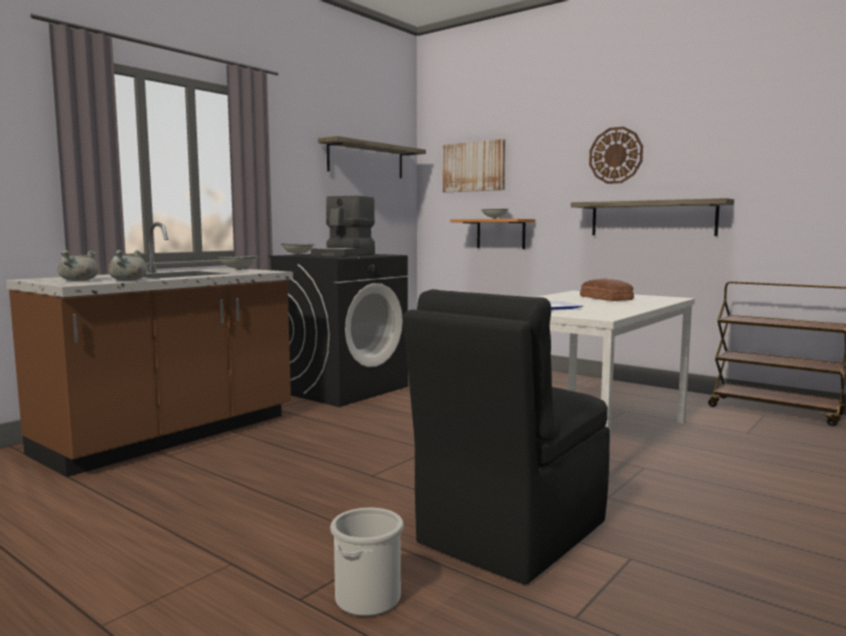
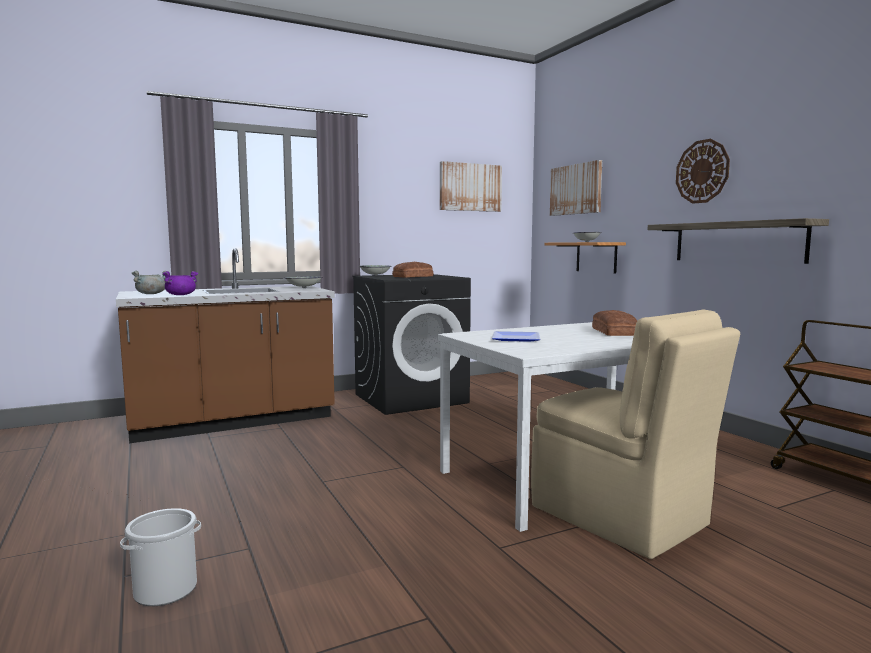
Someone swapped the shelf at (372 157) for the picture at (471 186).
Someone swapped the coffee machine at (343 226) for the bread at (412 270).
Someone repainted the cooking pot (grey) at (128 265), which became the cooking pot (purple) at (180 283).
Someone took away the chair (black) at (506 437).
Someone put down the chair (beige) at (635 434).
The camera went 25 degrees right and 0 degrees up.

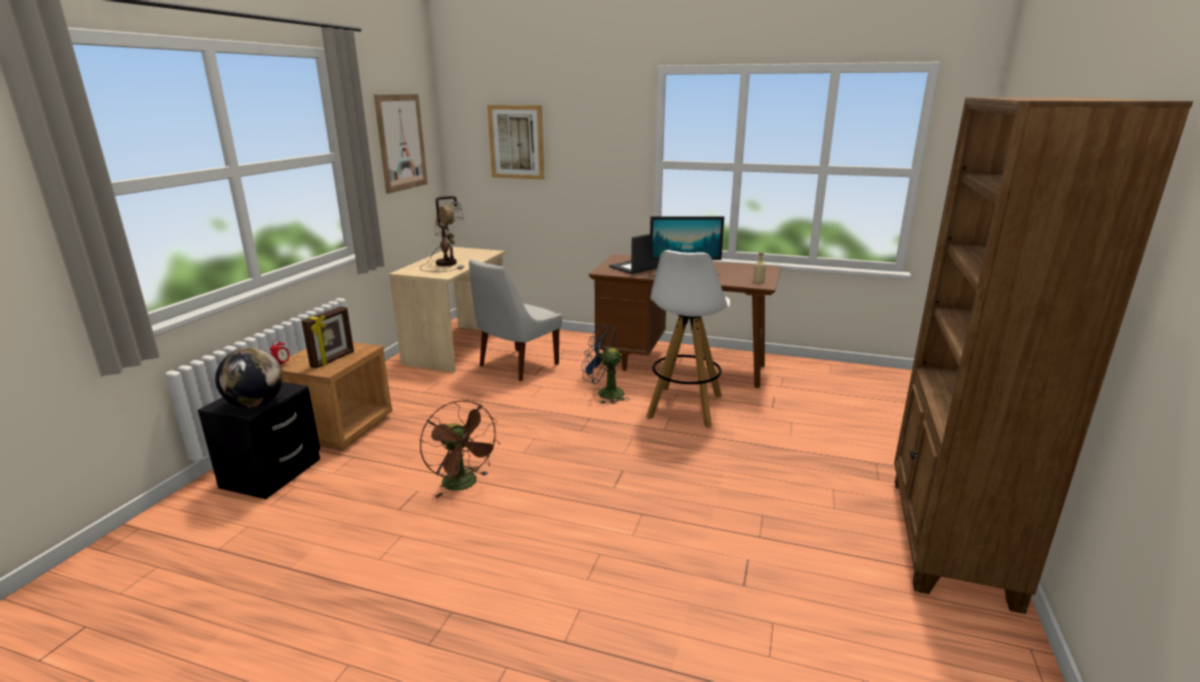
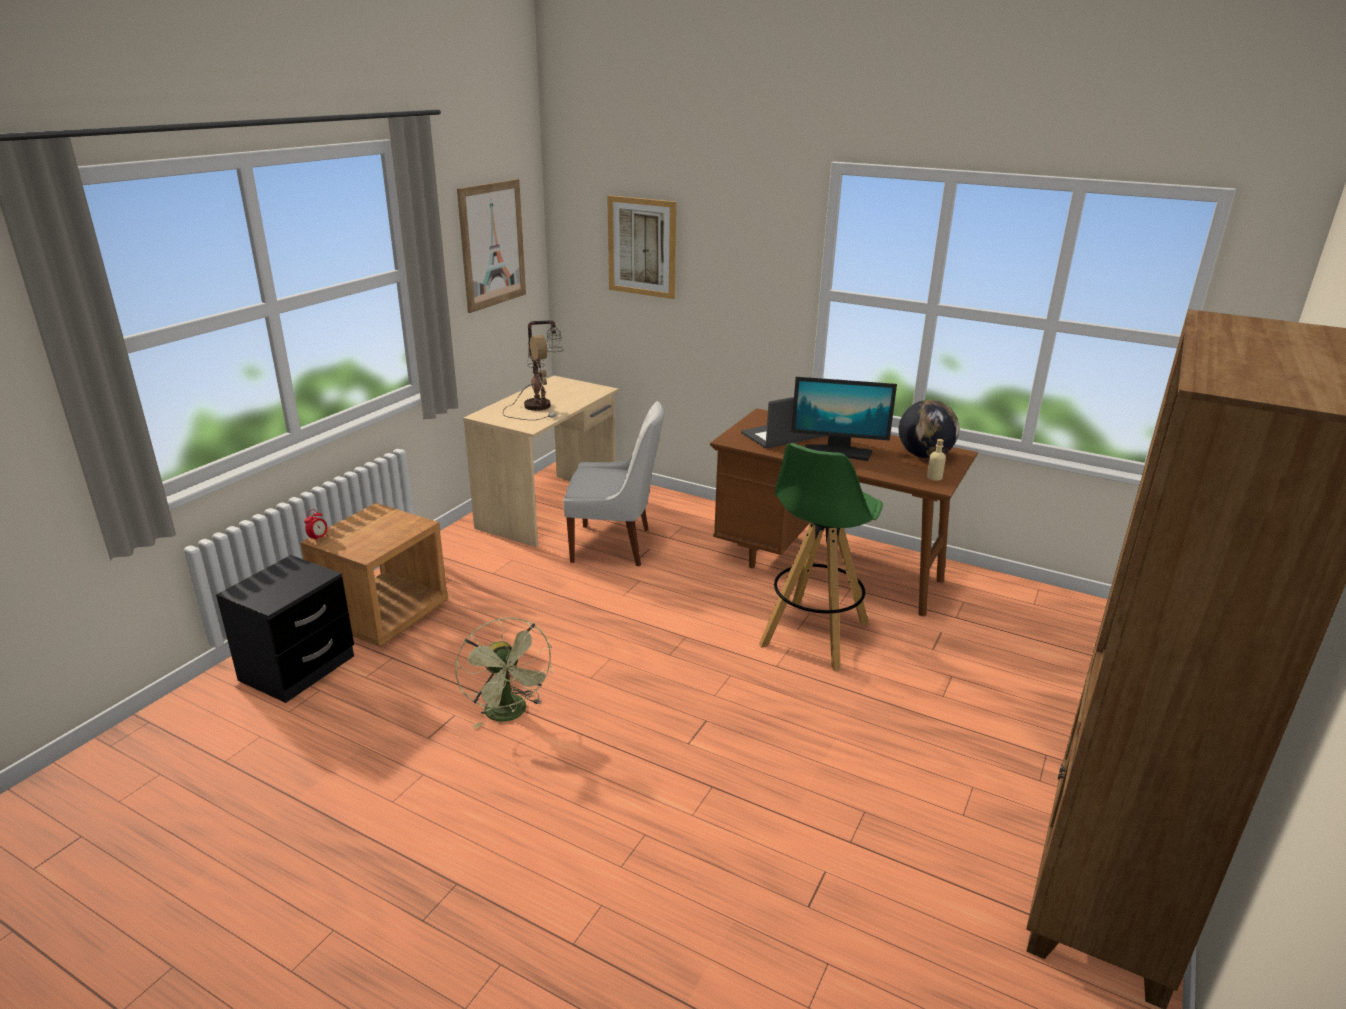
Someone repainted the stool (white) at (688 339), which became the stool (green) at (821 557).
Someone rotated the chair (white) at (515 320) by 135 degrees counterclockwise.
Someone took away the picture frame at (328 337).
Someone took away the fan (blue) at (605 364).
Someone carried the globe from (249 378) to (929 429).
Someone repainted the fan (brown) at (460 449), which became the fan (green) at (504 673).
The camera went 10 degrees right and 5 degrees up.

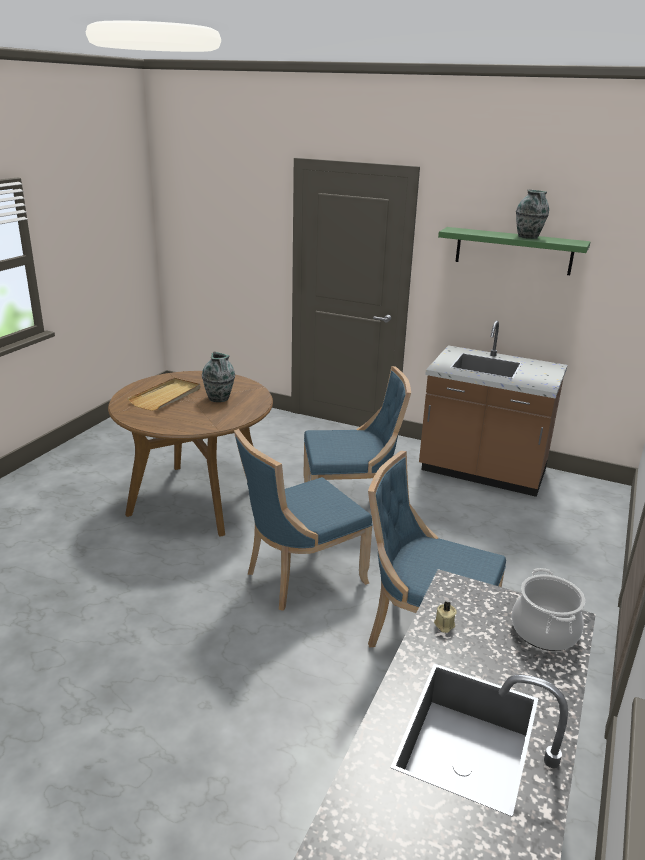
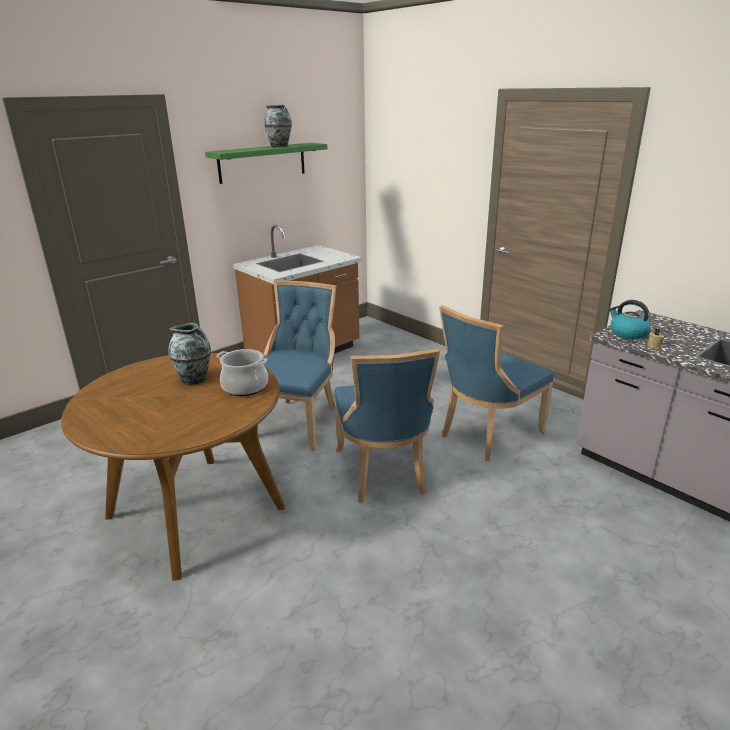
Someone took away the tray (beige) at (163 394).
Someone carried the cooking pot from (548 609) to (242 372).
Someone put down the kettle at (630 319).
The camera went 65 degrees left and 0 degrees up.

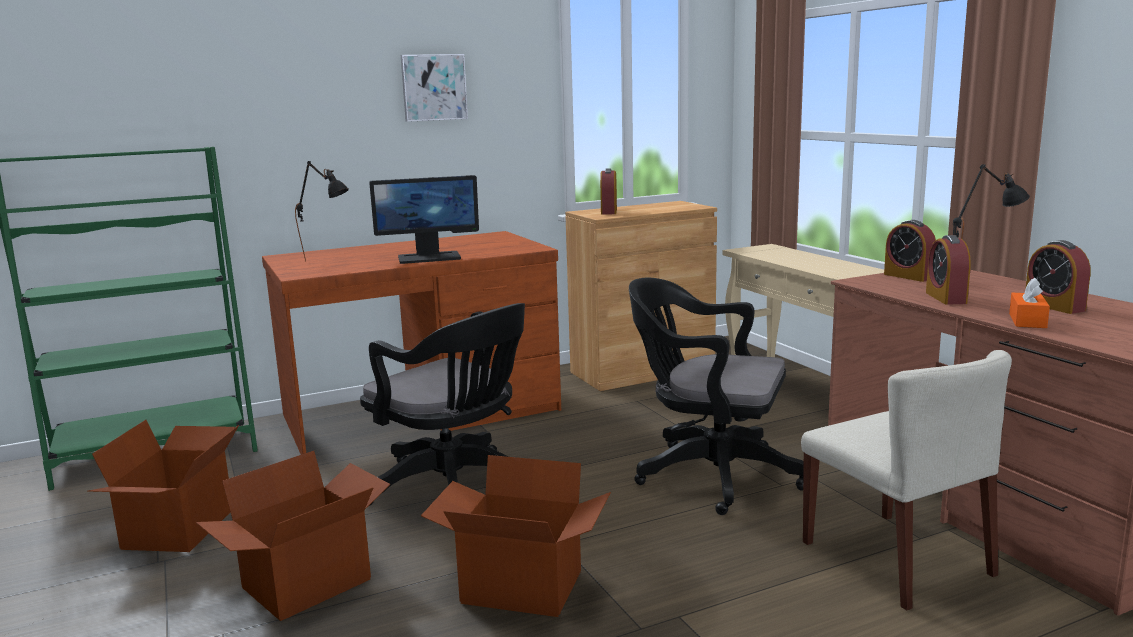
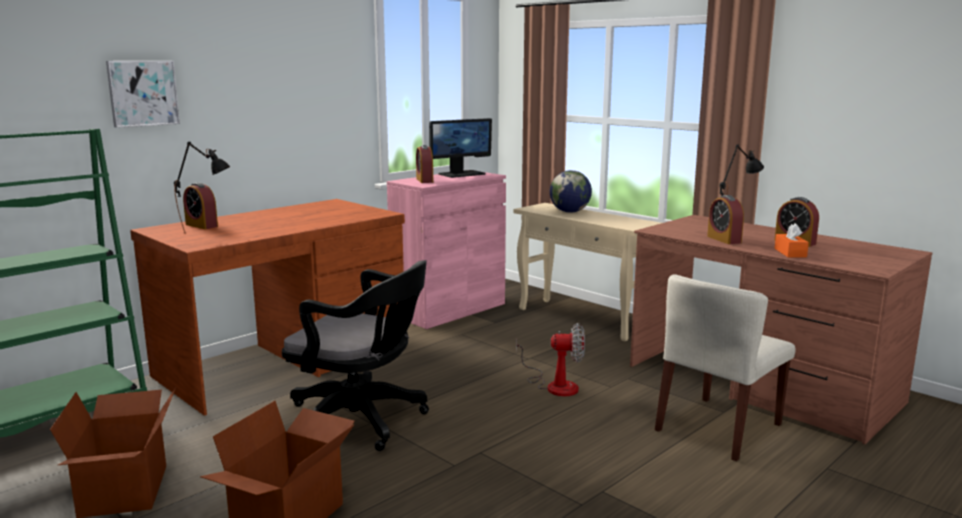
Someone carried the picture from (434 88) to (143 94).
Someone carried the monitor from (424 219) to (460 148).
Someone repainted the cabinet (brown) at (641 296), which became the cabinet (pink) at (446 250).
Someone carried the alarm clock from (910 251) to (200 205).
Someone swapped the office chair (black) at (716 396) for the fan at (550 359).
Someone rotated the chair (beige) at (906 480) by 90 degrees clockwise.
Someone took away the cardboard box at (516 536).
Someone put down the globe at (571 191).
The camera went 20 degrees left and 0 degrees up.

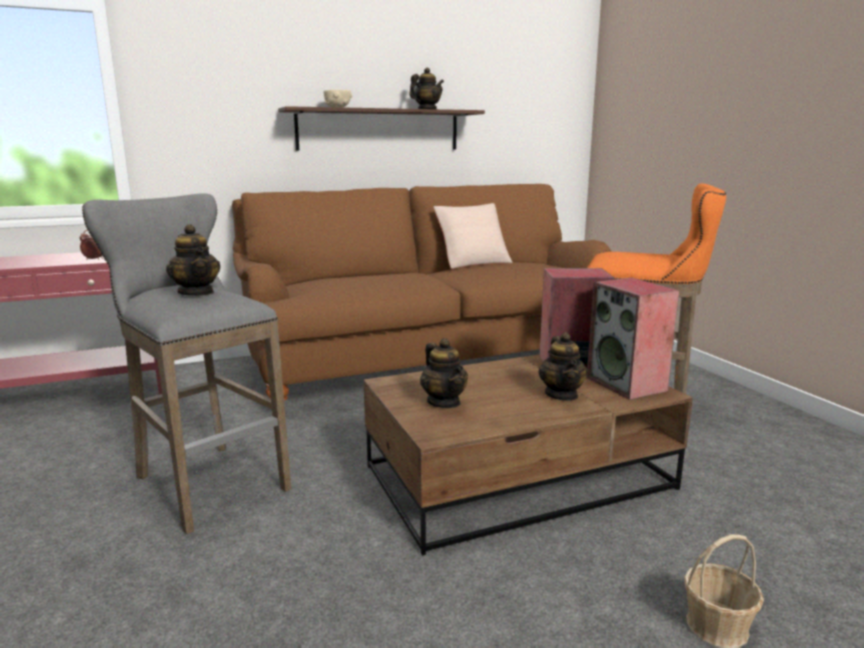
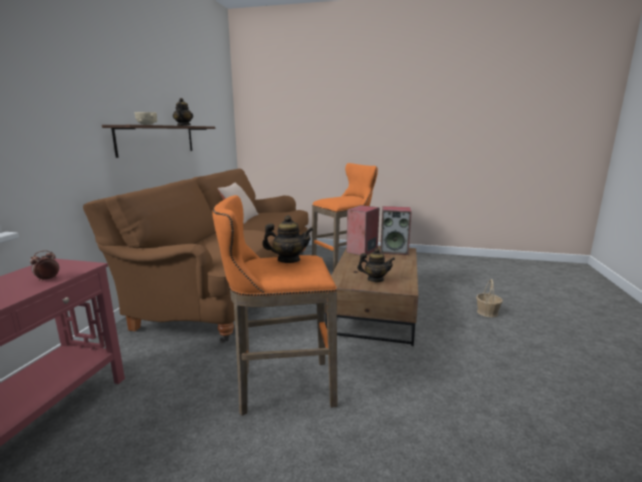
Someone repainted the stool (grey) at (186 363), which became the stool (orange) at (274 305).
Someone took away the teapot at (563 366).
The camera went 55 degrees left and 0 degrees up.

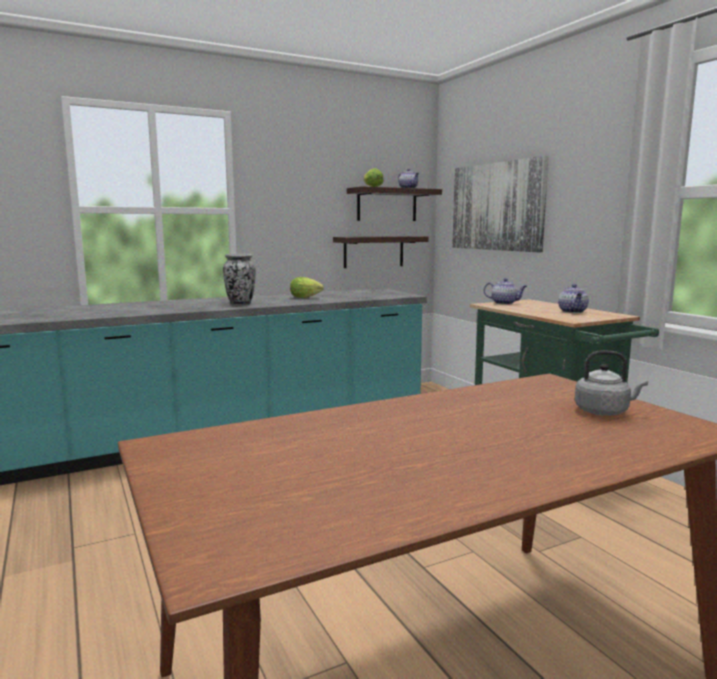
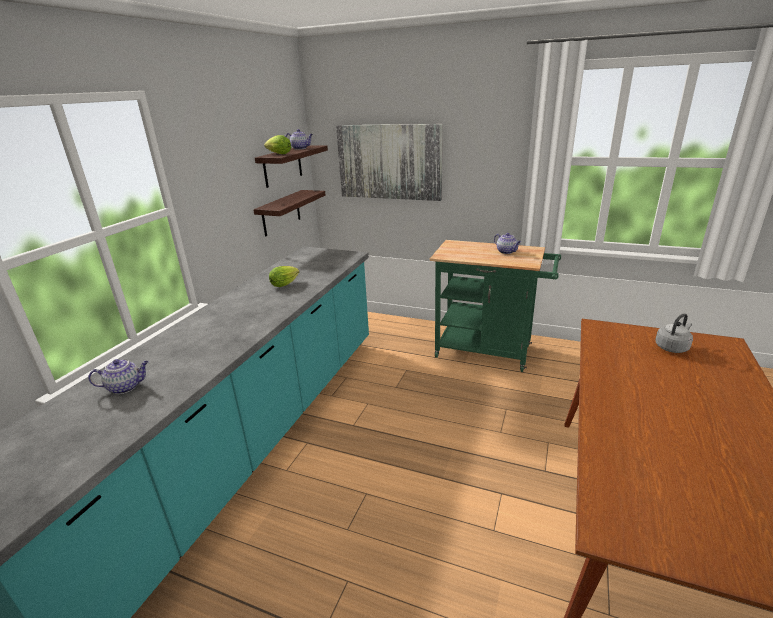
Someone took away the vase at (239 279).
Someone carried the teapot from (505 291) to (118 376).
The camera went 40 degrees left and 15 degrees up.

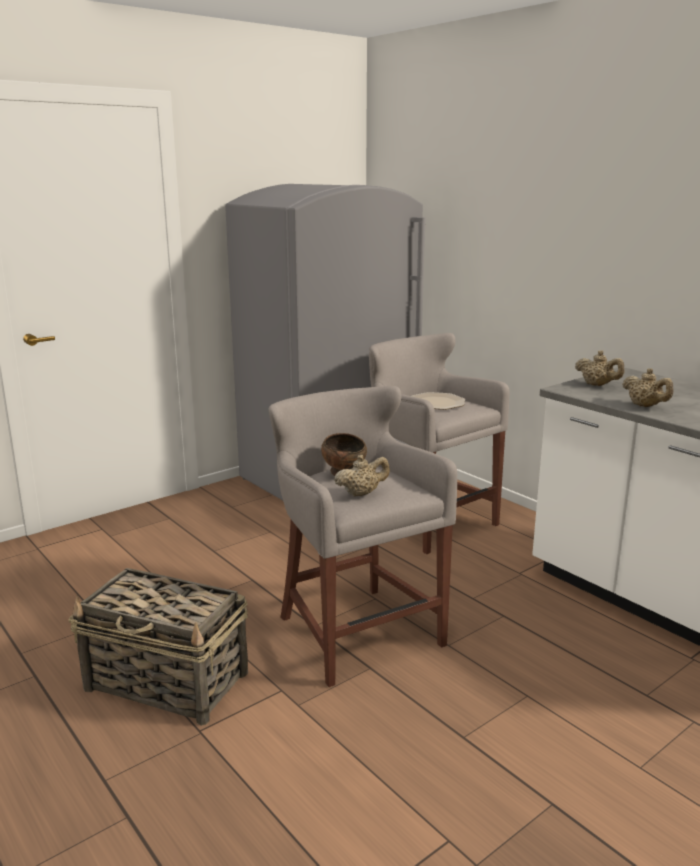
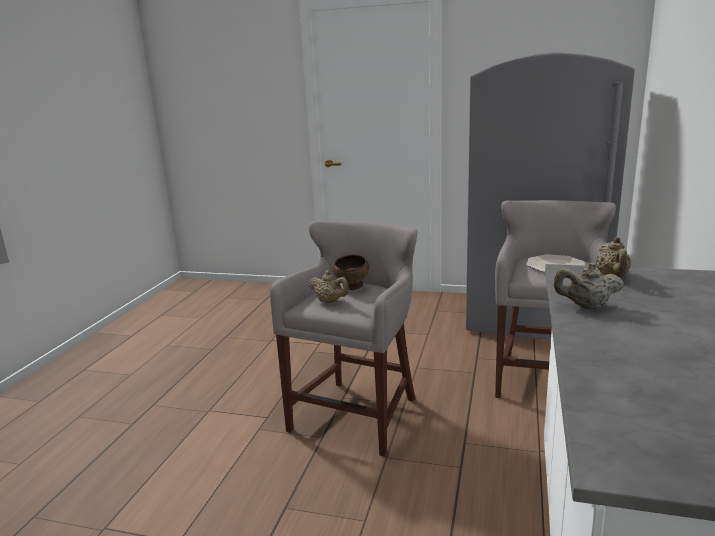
Someone rotated the teapot (beige) at (647 387) by 75 degrees clockwise.
Someone took away the basket at (158 647).
The camera went 55 degrees right and 0 degrees up.

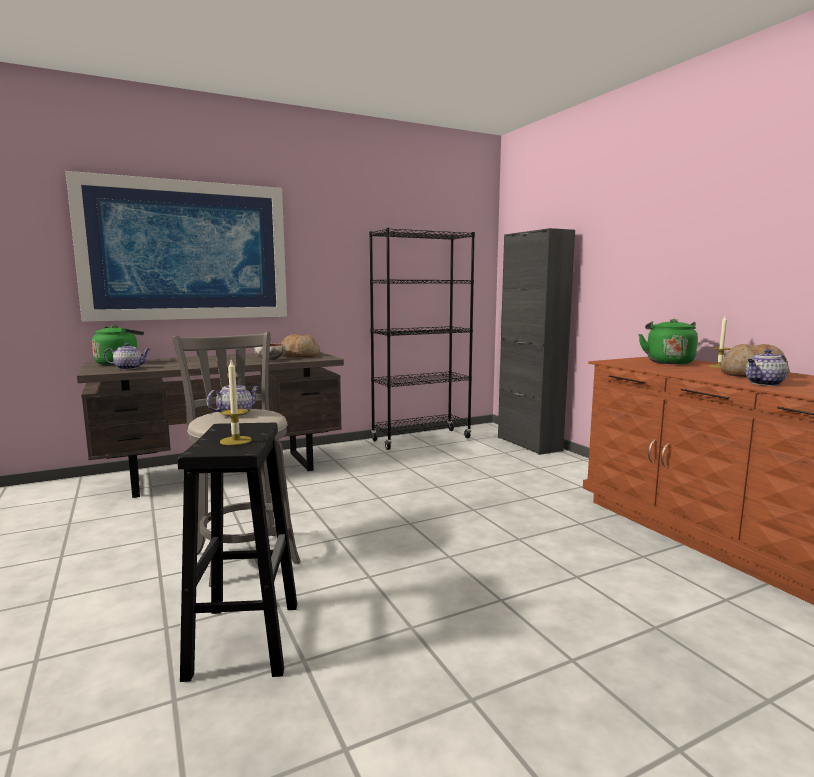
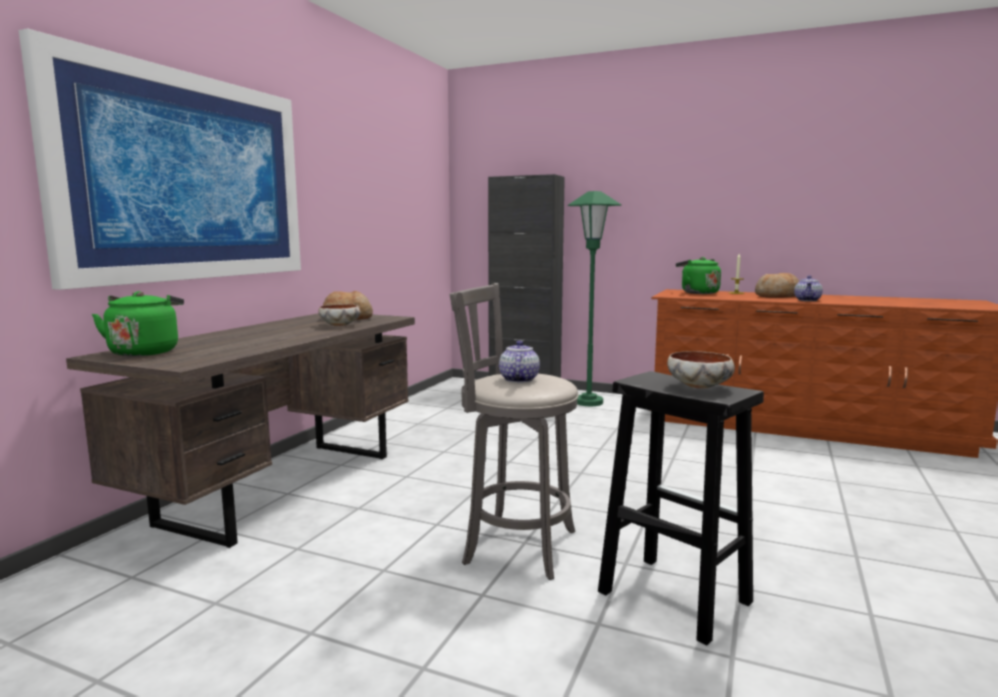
Someone took away the bookcase (black) at (422 339).
Someone took away the teapot at (127 356).
Someone swapped the candle at (236 402) for the bowl at (701 370).
Someone put down the floor lamp (green) at (594 298).
The camera went 40 degrees left and 0 degrees up.

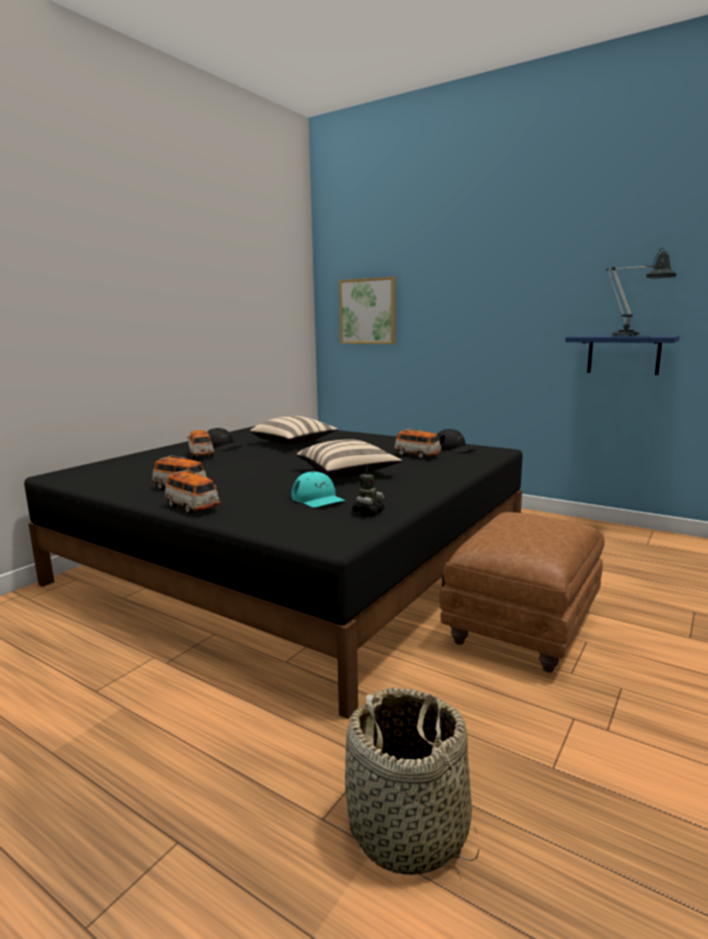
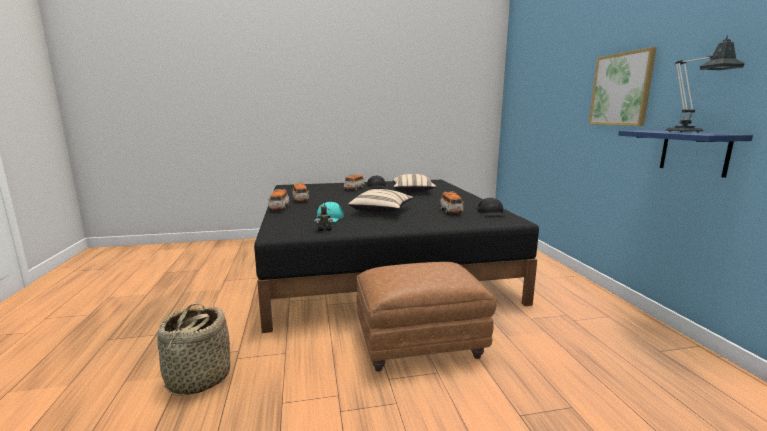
Someone carried the picture from (367 310) to (623 86).
The camera went 45 degrees right and 0 degrees up.

